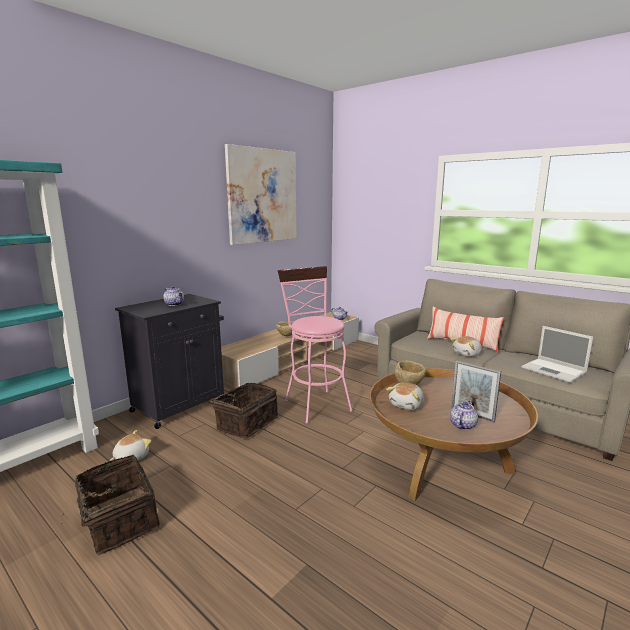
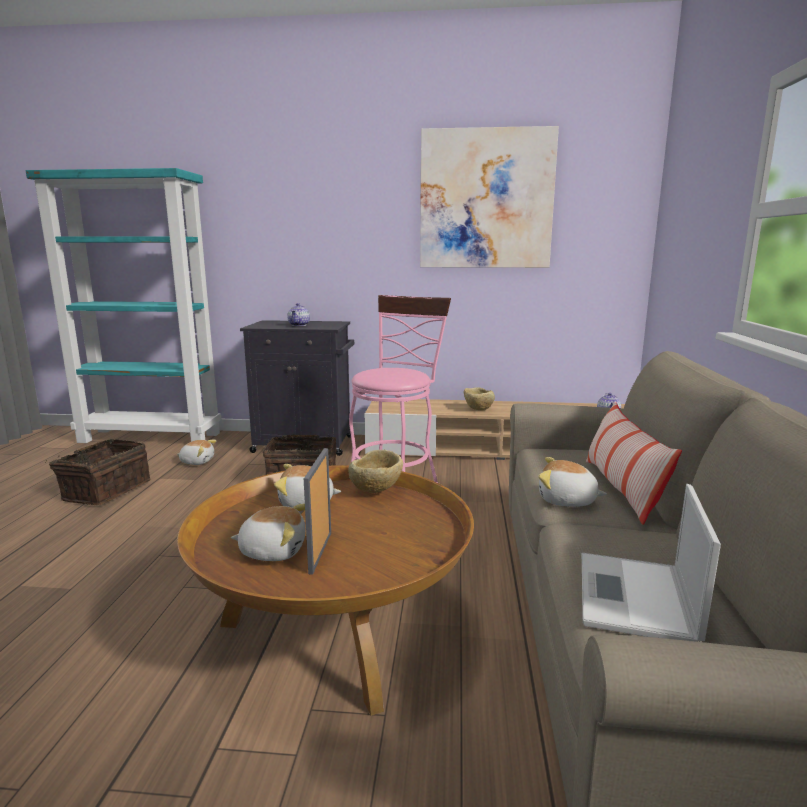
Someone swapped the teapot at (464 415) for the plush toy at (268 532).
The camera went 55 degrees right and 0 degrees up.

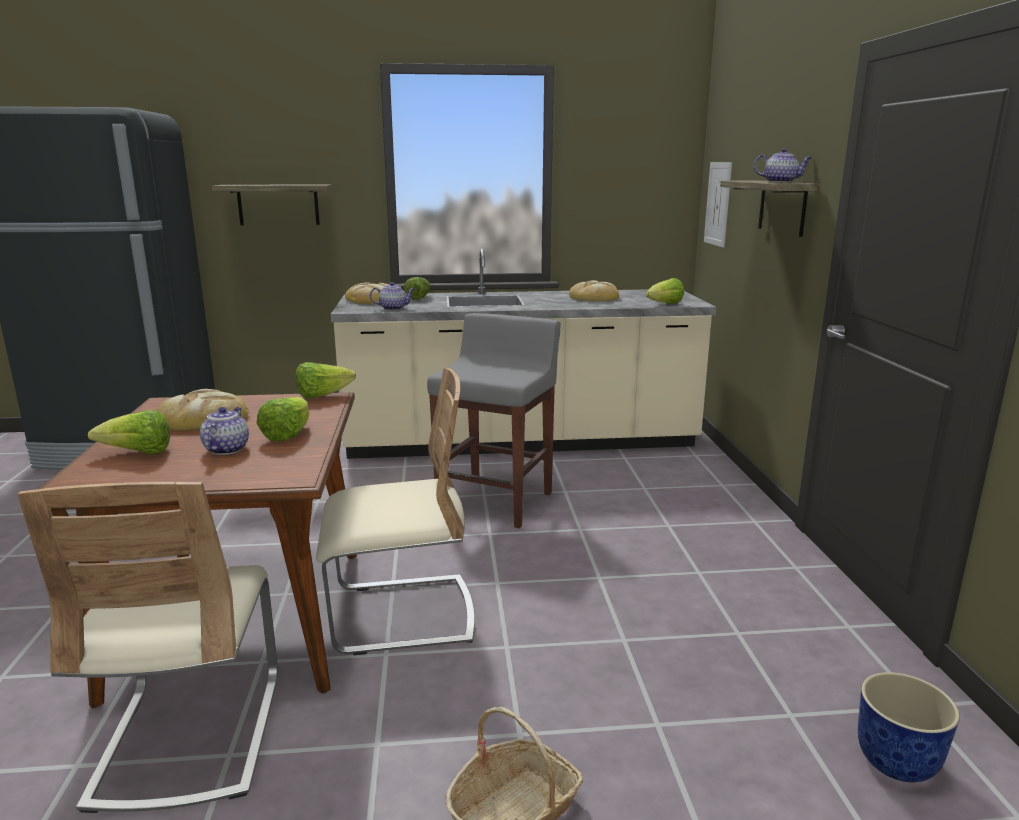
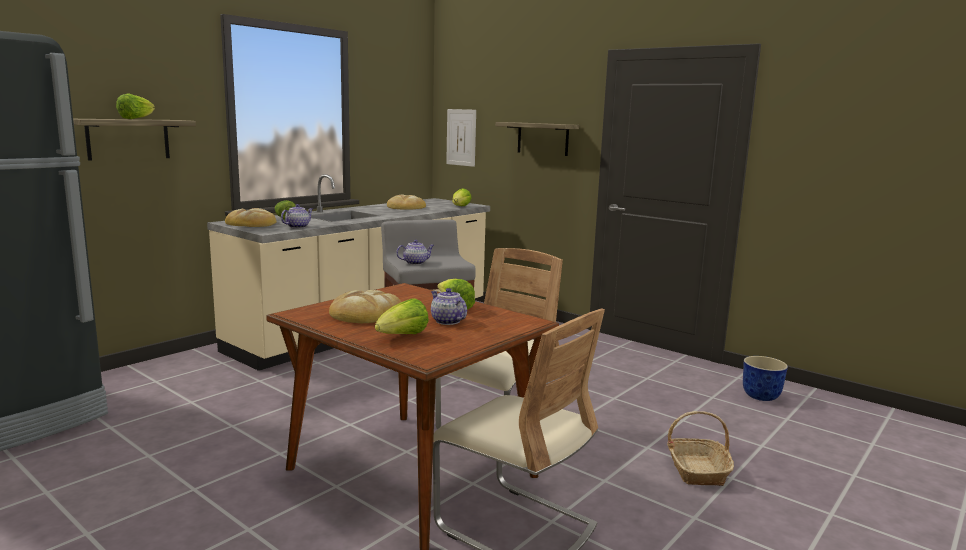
Someone carried the teapot from (783 165) to (415 252).
Someone carried the lettuce from (326 380) to (135 106).
The camera went 45 degrees left and 5 degrees down.

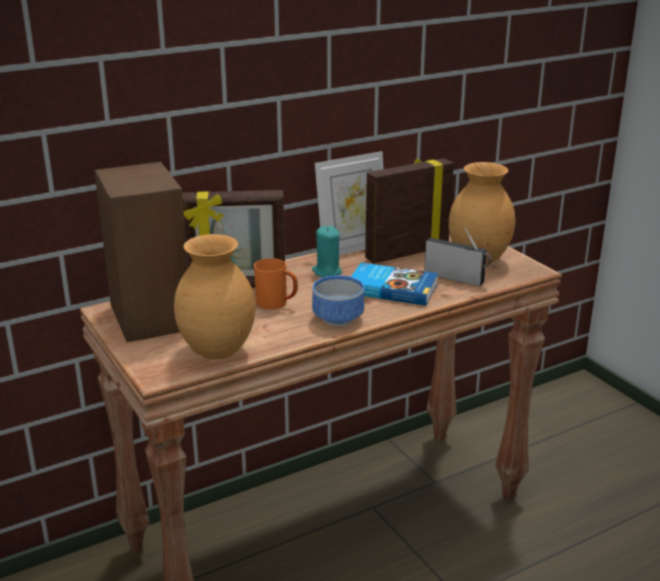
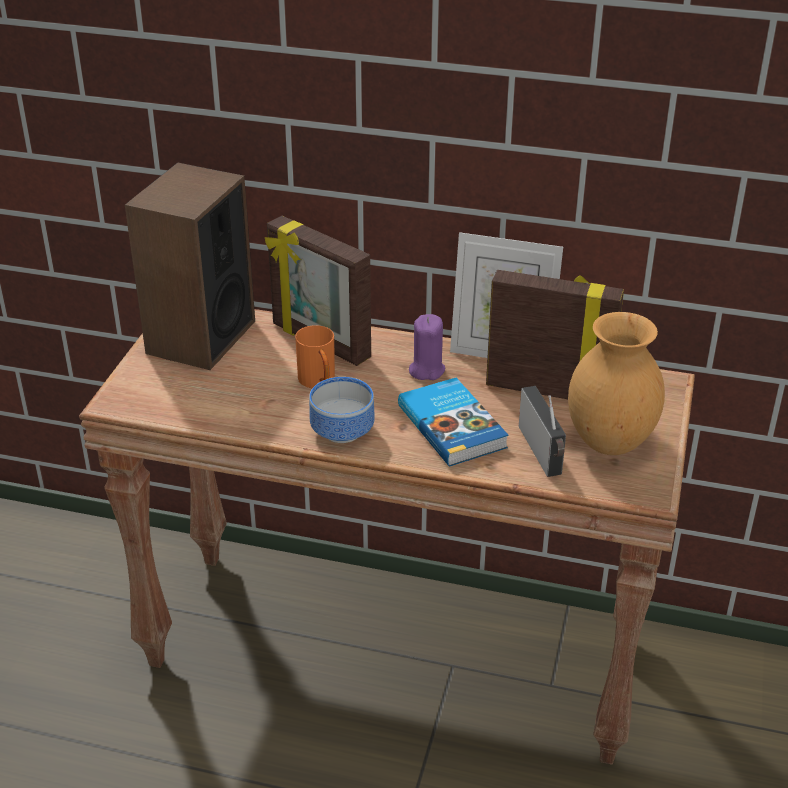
Someone repainted the candle (turquoise) at (327 251), which became the candle (purple) at (427 347).
Someone took away the vase (brown) at (214 297).
The camera went 45 degrees right and 10 degrees up.

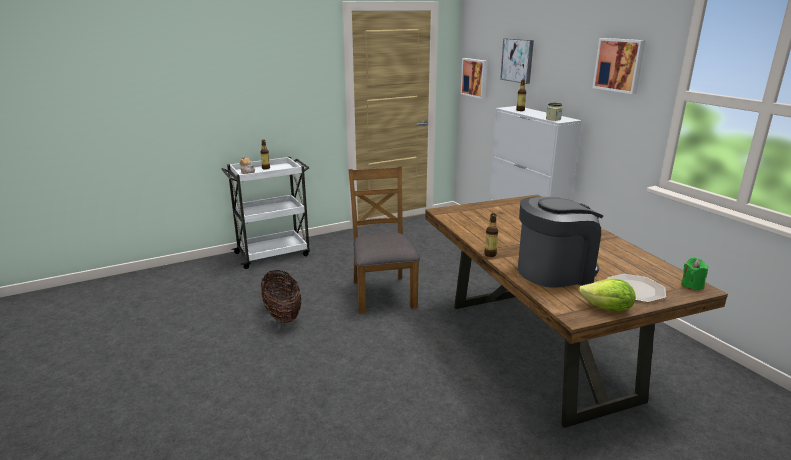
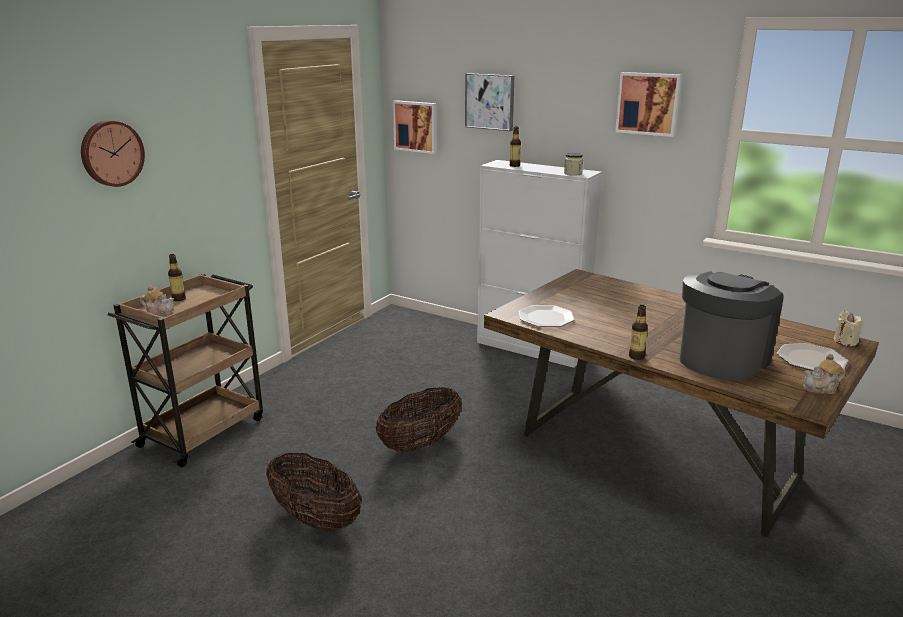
Someone repainted the cart (white) at (265 213), which became the cart (brown) at (185 370).
Someone swapped the chair (brown) at (384 240) for the basket at (419 419).
Someone repainted the candle (green) at (694 274), which became the candle (beige) at (848 328).
Someone swapped the lettuce at (607 294) for the teapot at (824 374).
Someone put up the wall clock at (113 153).
Someone put down the plate at (546 316).
The camera went 30 degrees left and 0 degrees up.

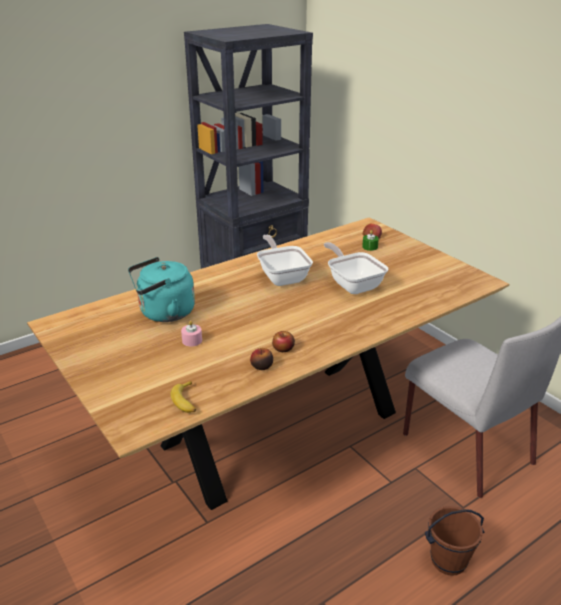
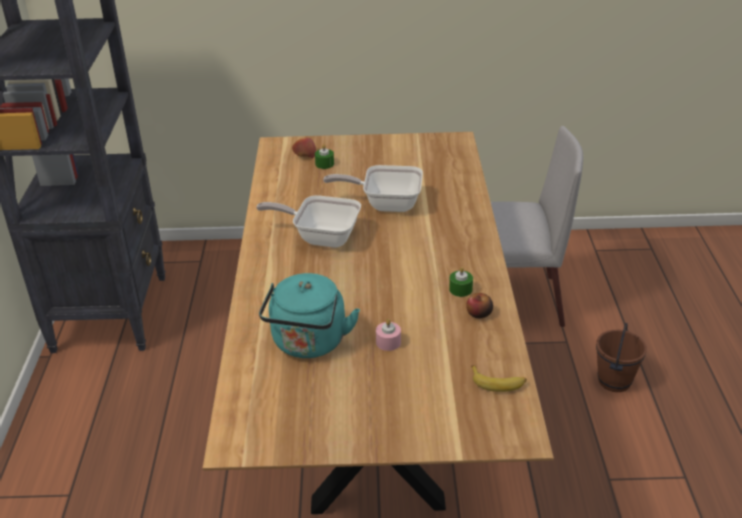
Someone swapped the apple at (283 341) for the candle (green) at (461 282).
The camera went 55 degrees left and 5 degrees up.

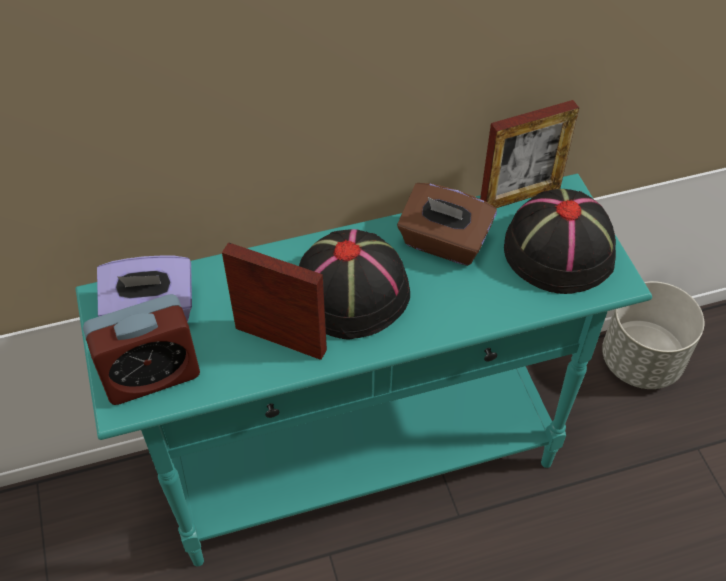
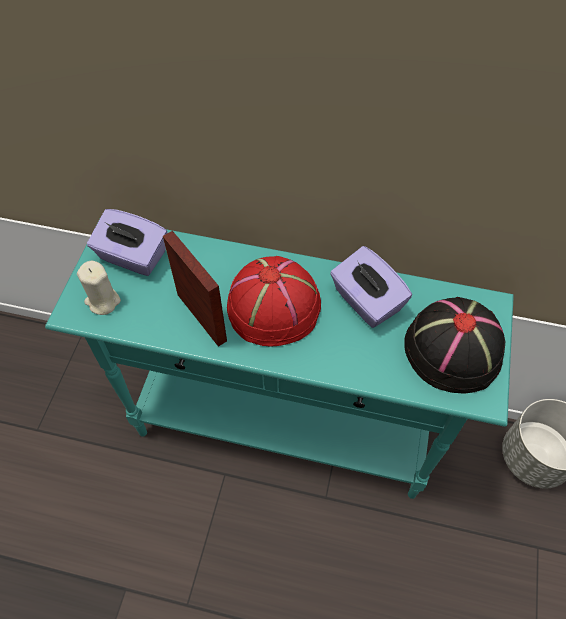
Someone took away the picture frame at (529 154).
Someone repainted the tissue box (brown) at (447 224), which became the tissue box (purple) at (371 287).
Someone repainted the hat (black) at (354 284), which became the hat (red) at (274 301).
Someone swapped the alarm clock at (141 349) for the candle (beige) at (99 288).
The camera went 30 degrees right and 5 degrees up.

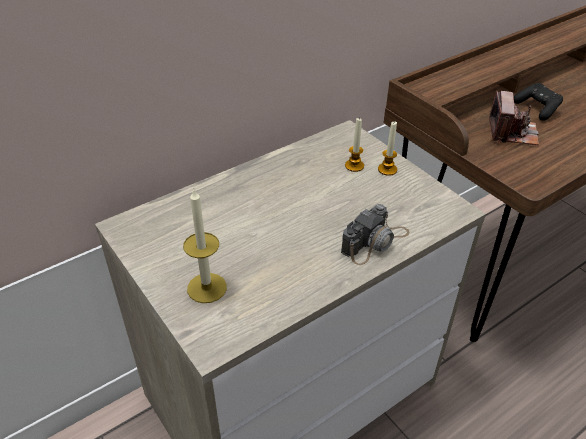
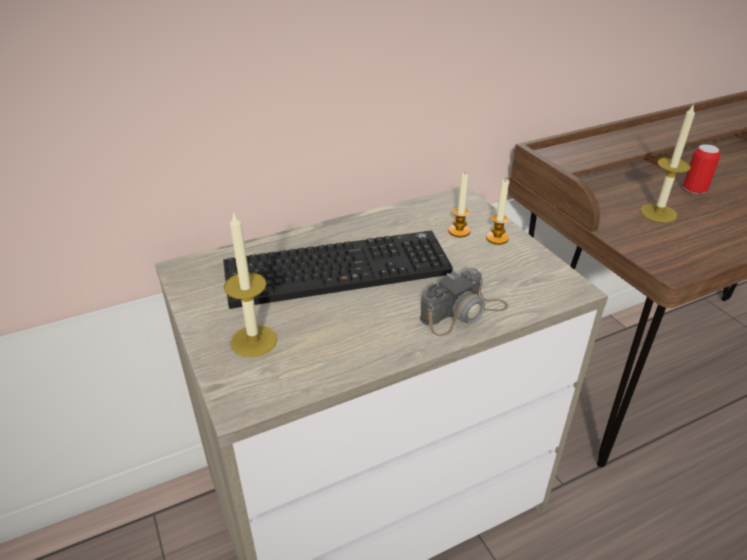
Someone swapped the game controller (black) at (538 102) for the can at (701 169).
Someone swapped the photo camera at (514 118) for the candle at (667 162).
Someone put down the keyboard at (338 270).
The camera went 10 degrees right and 5 degrees down.

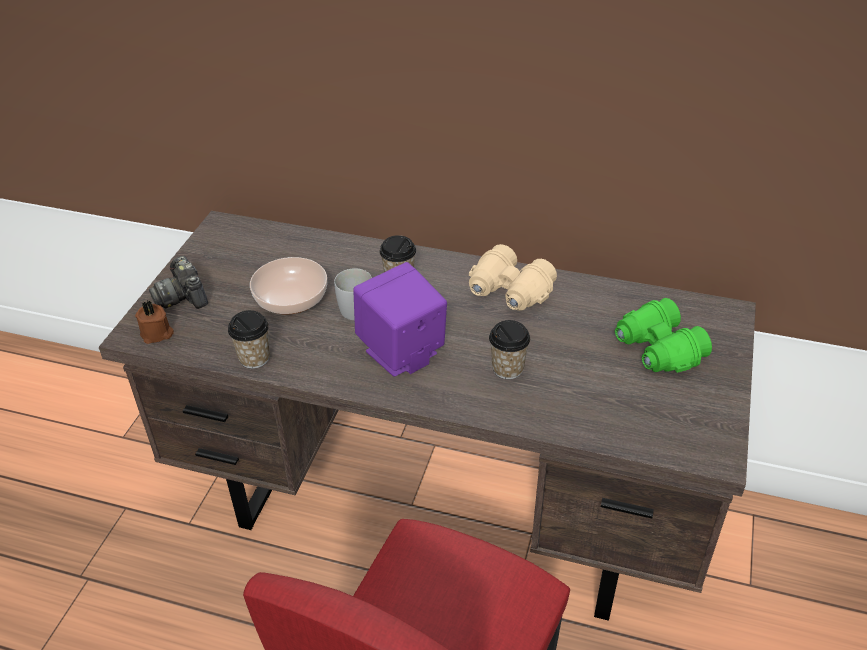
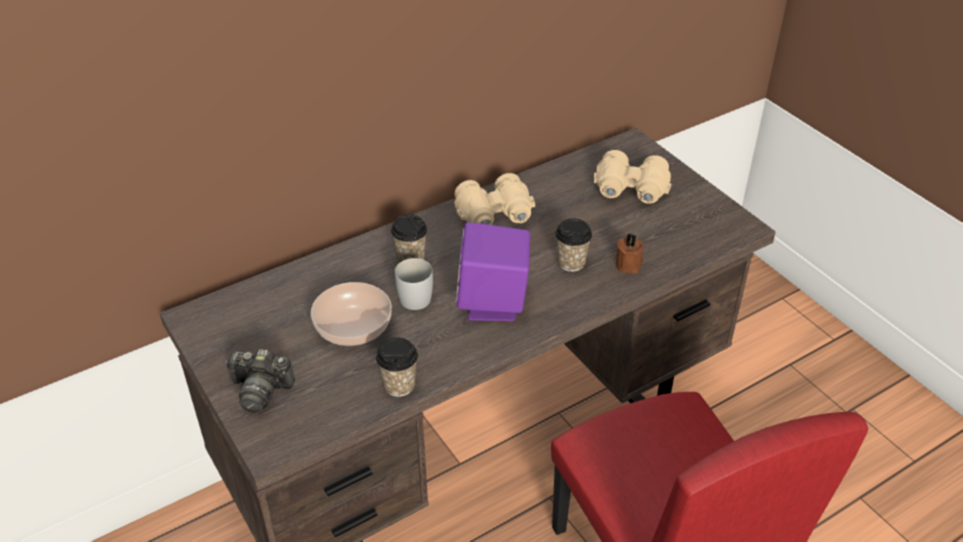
Someone repainted the binoculars (green) at (663 335), which became the binoculars (beige) at (632 177).
Someone carried the candle (brown) from (154 322) to (630 254).
The camera went 50 degrees left and 0 degrees up.

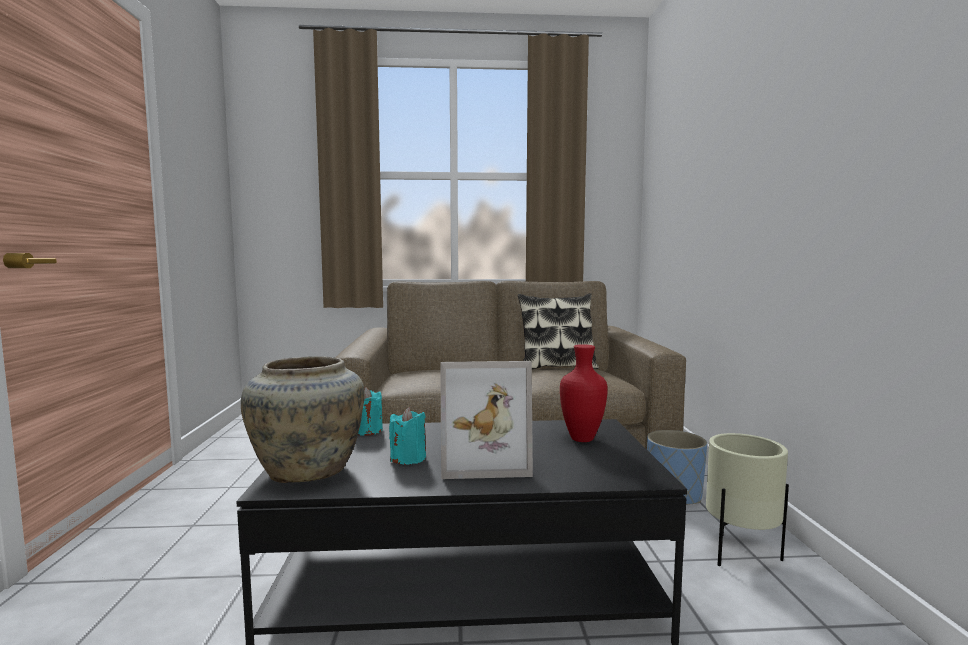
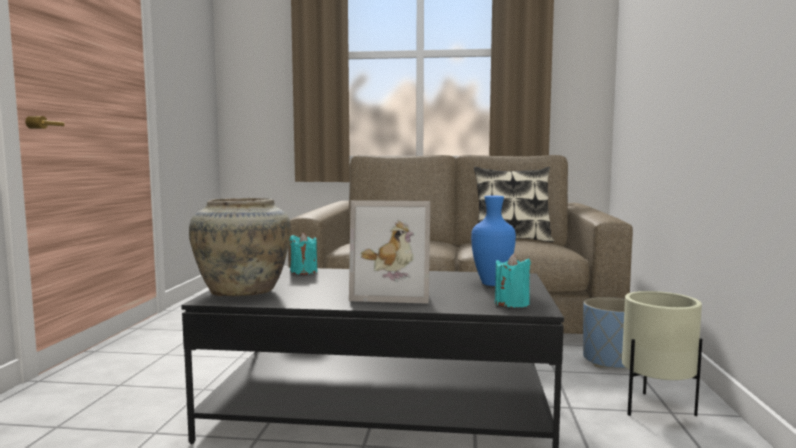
Someone repainted the vase (red) at (584 393), which became the vase (blue) at (493 241).
Someone carried the candle (turquoise) from (407 435) to (513 281).
The camera went 10 degrees right and 0 degrees up.

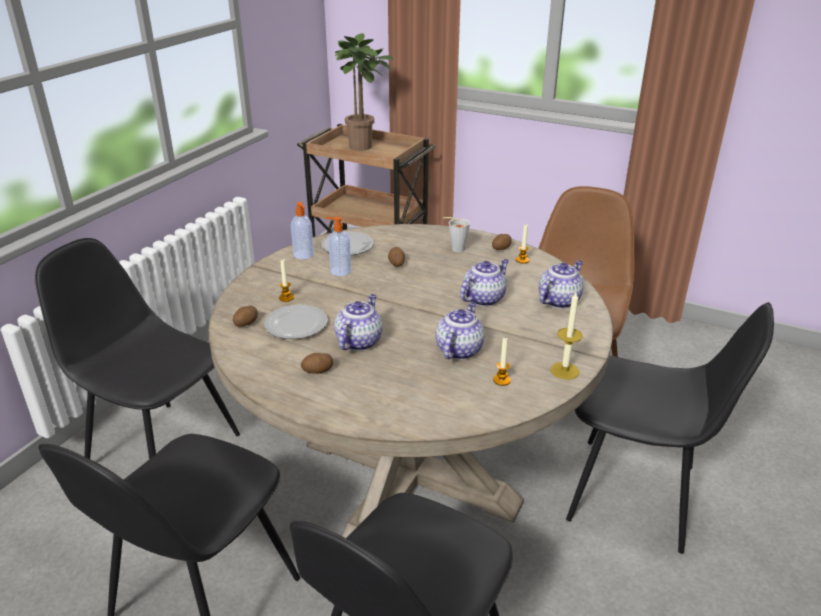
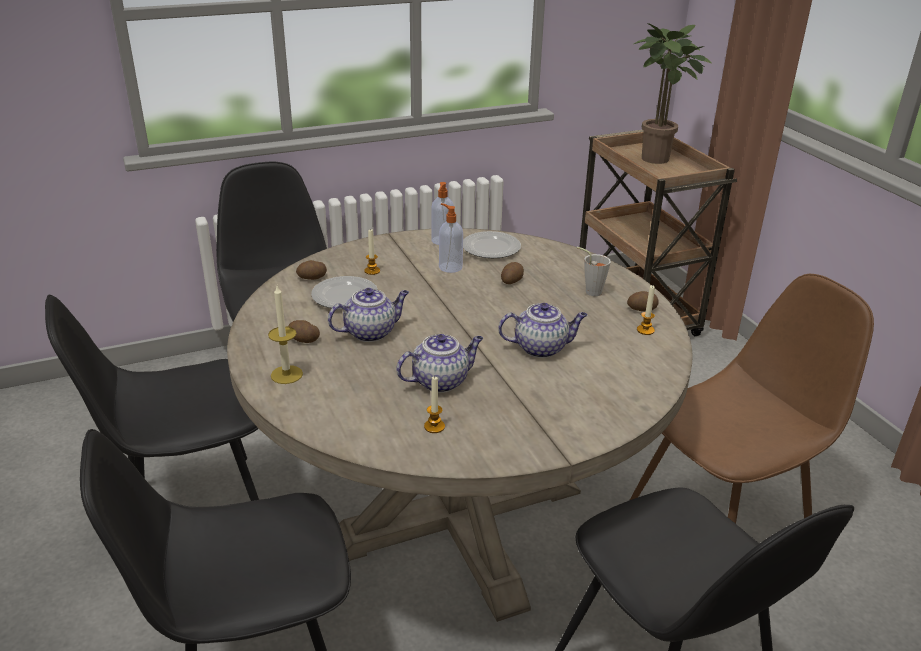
Someone took away the teapot at (560 285).
Someone carried the candle from (567 336) to (285 335).
The camera went 40 degrees right and 0 degrees up.

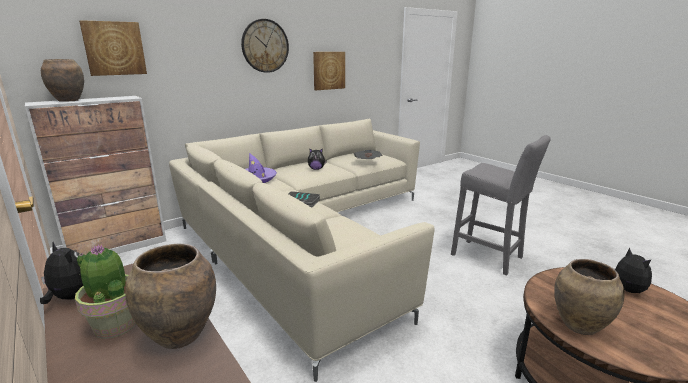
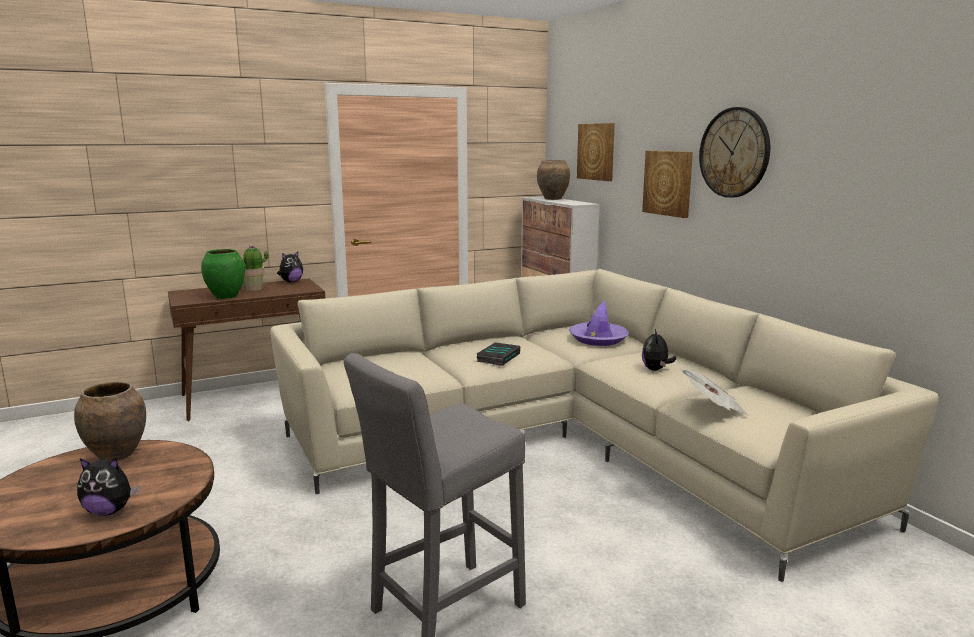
Someone carried the picture from (329 71) to (667 184).
Someone repainted the vase (brown) at (170 296), which became the vase (green) at (223 274).
The camera went 100 degrees right and 5 degrees down.

